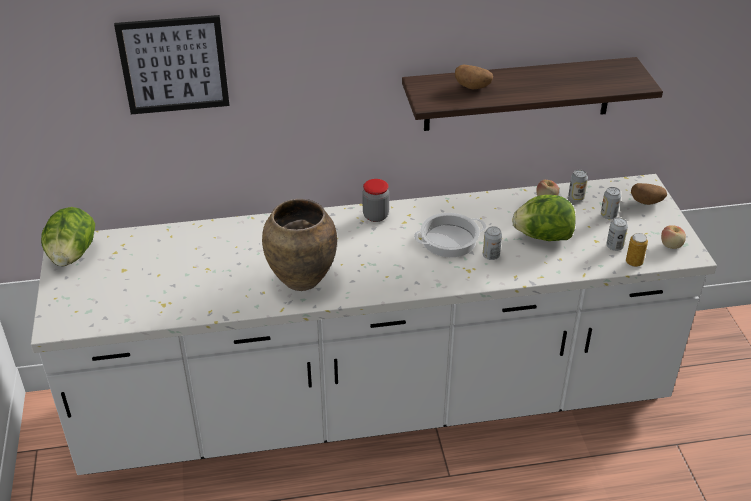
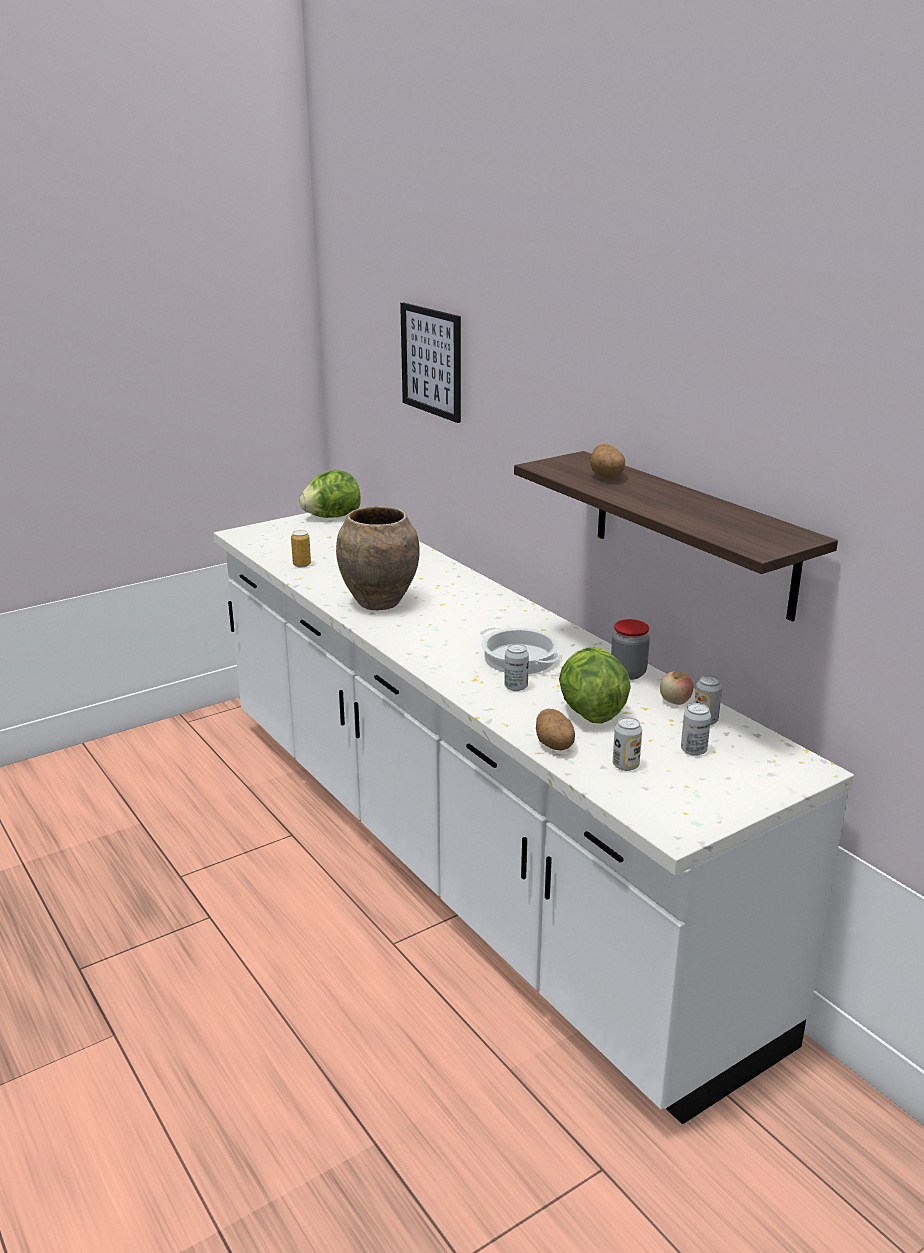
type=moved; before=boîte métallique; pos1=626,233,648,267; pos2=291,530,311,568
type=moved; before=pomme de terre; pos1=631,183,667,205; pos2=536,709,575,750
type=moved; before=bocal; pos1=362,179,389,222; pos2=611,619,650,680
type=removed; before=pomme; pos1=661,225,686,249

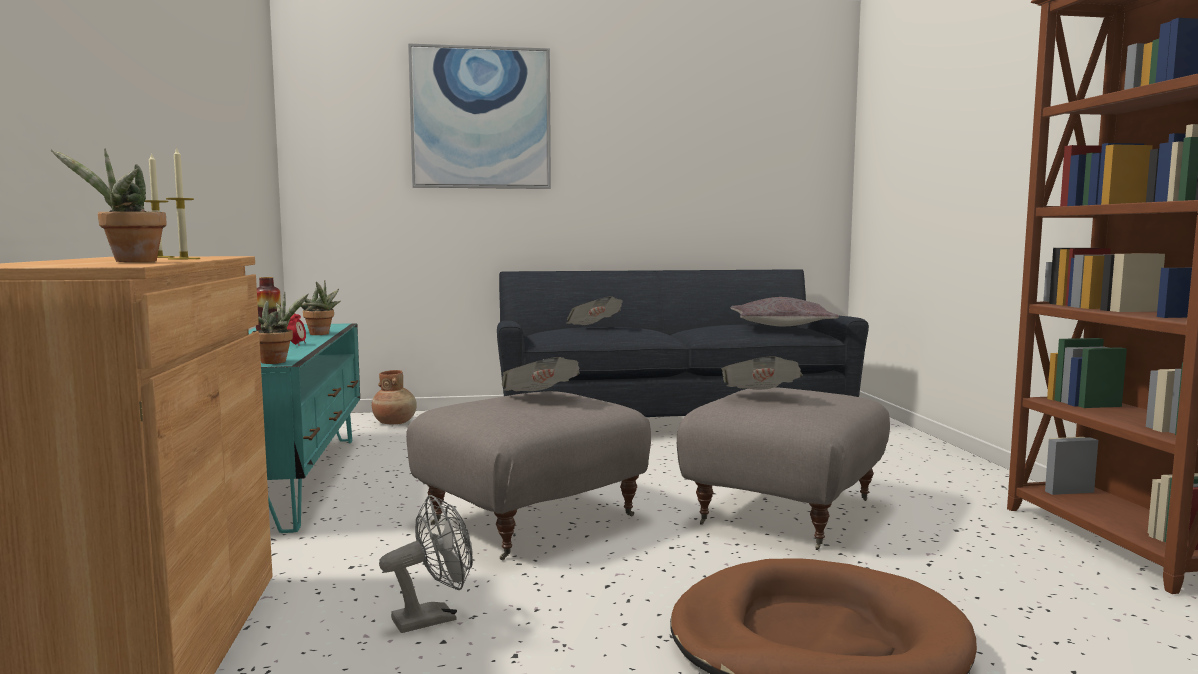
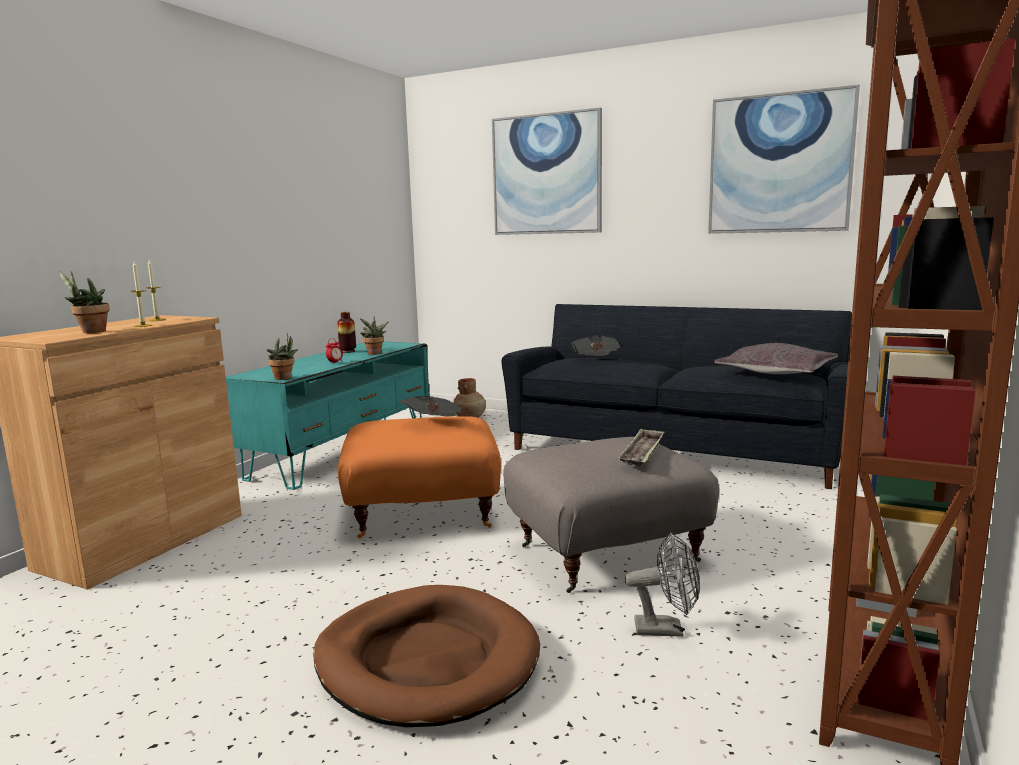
type=recoloured; before=pouf (gris); after=pouf (orange); pos1=406,391,651,560; pos2=338,416,501,538
type=added; after=plateau; pos2=618,428,664,466
type=moved; before=ventilateur (gris); pos1=379,495,473,633; pos2=625,533,700,637
type=added; after=tableau; pos2=708,85,860,234
type=removed; before=journal; pos1=721,356,802,390

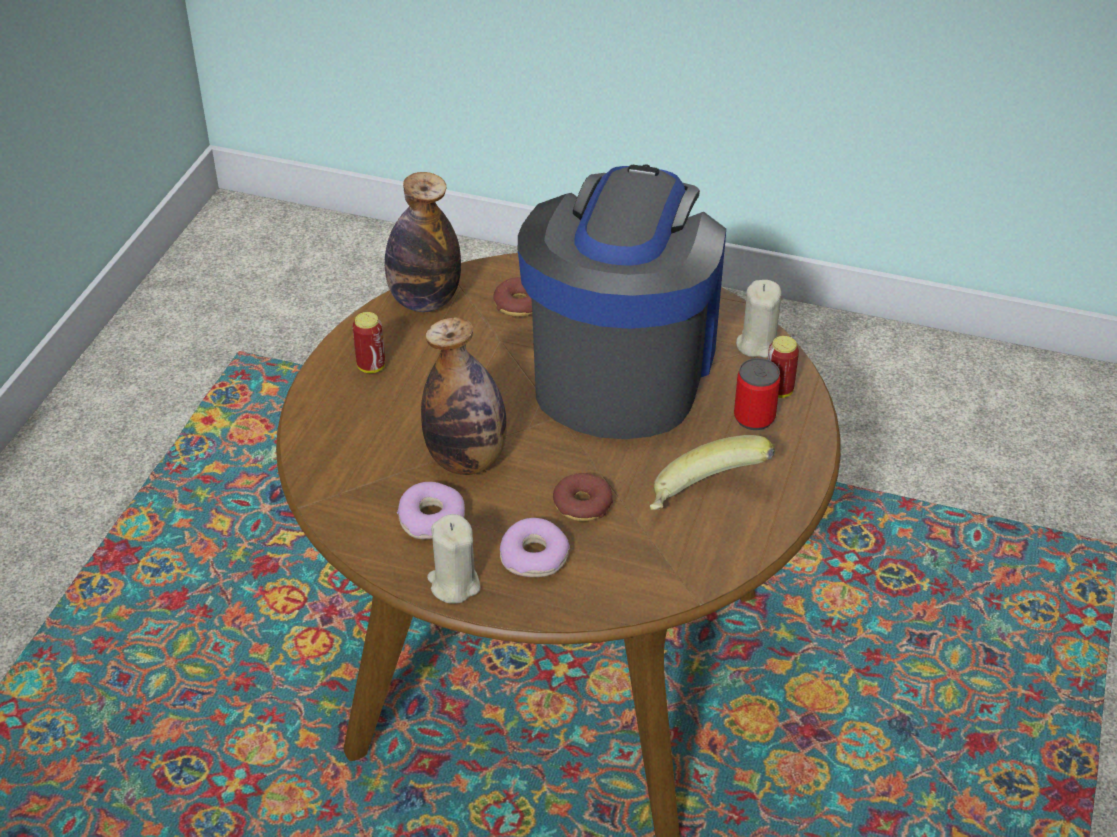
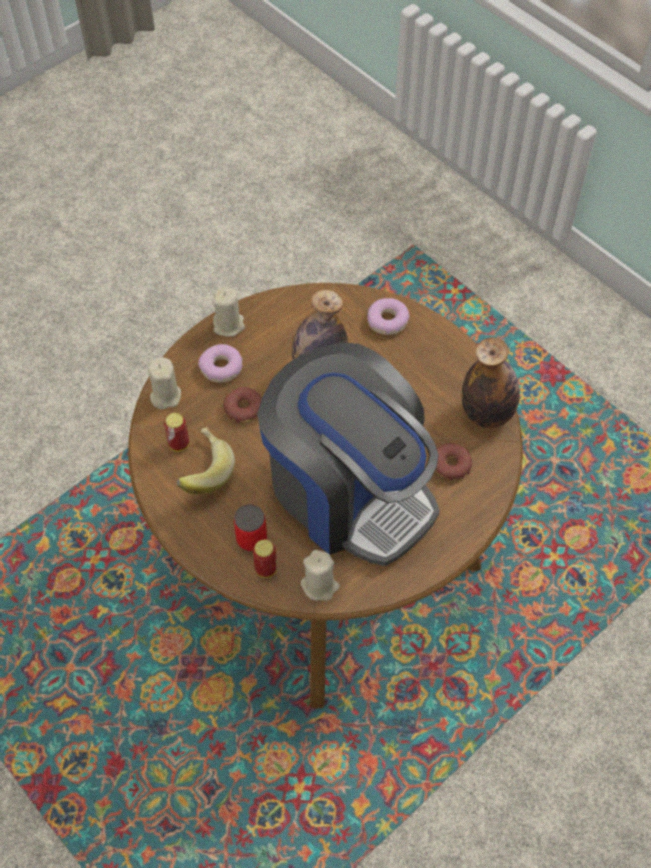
type=added; after=bougie (beige); pos2=148,357,181,409
type=moved; before=boîte métallique; pos1=352,312,385,373; pos2=164,413,189,452
type=moved; before=beignet; pos1=397,482,465,540; pos2=367,298,409,335

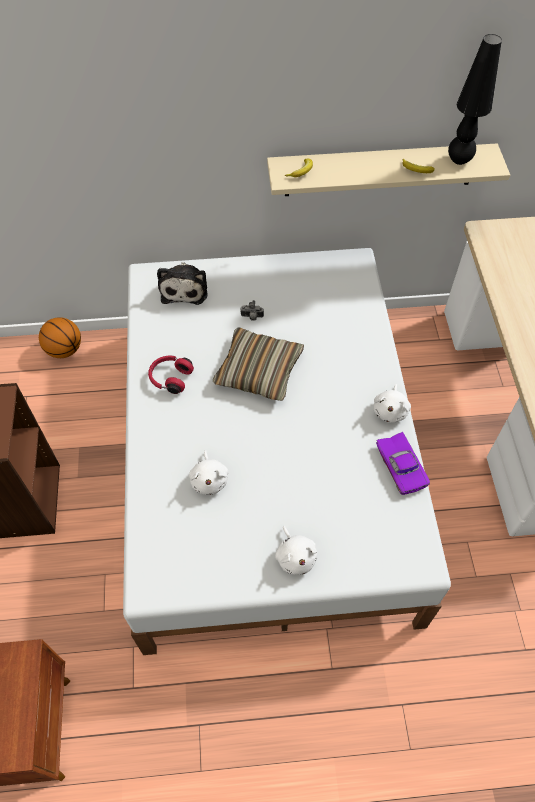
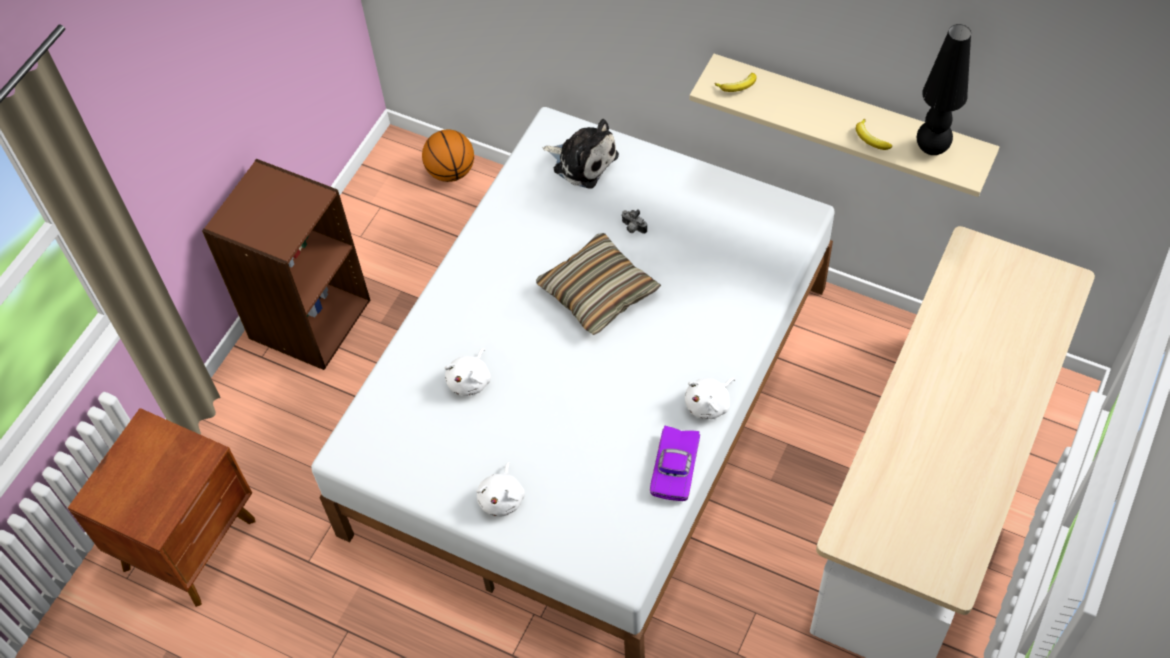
type=turned; before=peluche; pos1=157,262,208,305; pos2=543,119,619,189; turn=-90
type=removed; before=casque audio (rouge); pos1=148,356,194,394

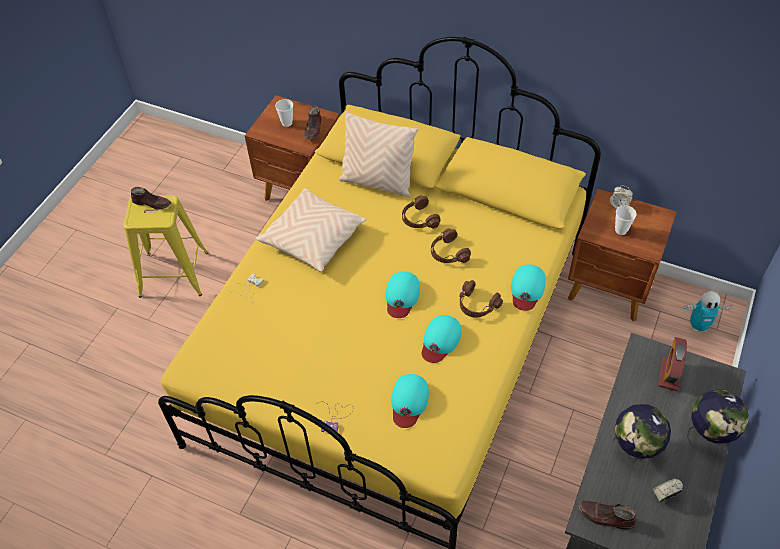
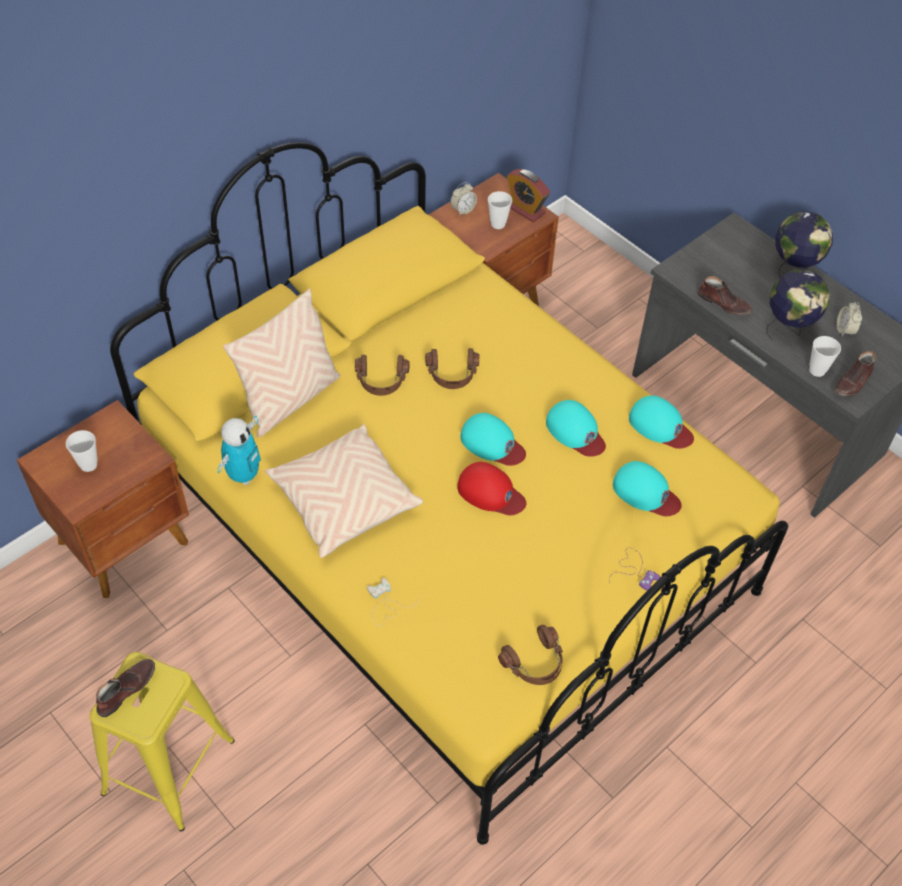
type=moved; before=robot jouet; pos1=683,291,732,331; pos2=217,416,261,485
type=added; after=casquette (rouge); pos2=457,462,526,515
type=moved; before=casque audio (marron); pos1=459,280,503,317; pos2=498,625,563,685
type=moved; before=réveil; pos1=658,337,687,391; pos2=507,169,550,223
type=moved; before=casquette (turquoise); pos1=511,265,546,311; pos2=629,396,694,449
type=moved; before=chaussure (marron); pos1=304,106,322,139; pos2=697,276,753,316
type=added; after=tasse; pos2=809,336,841,377

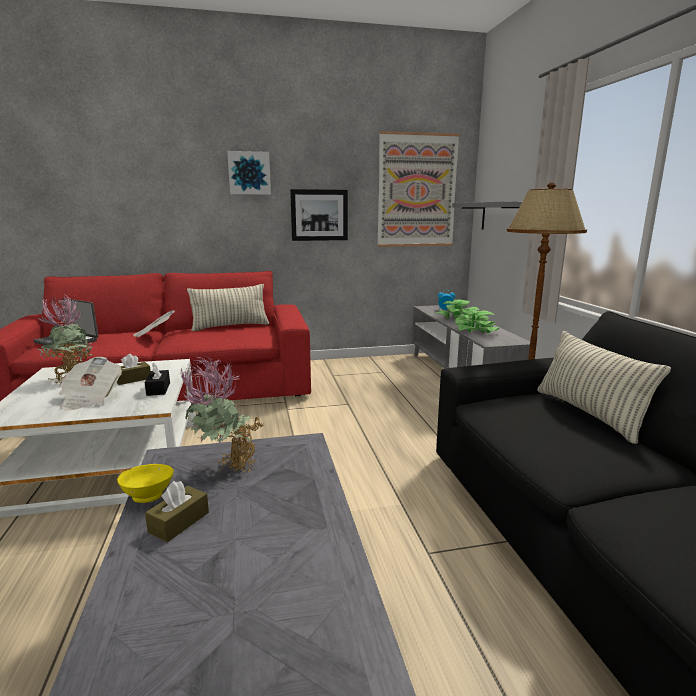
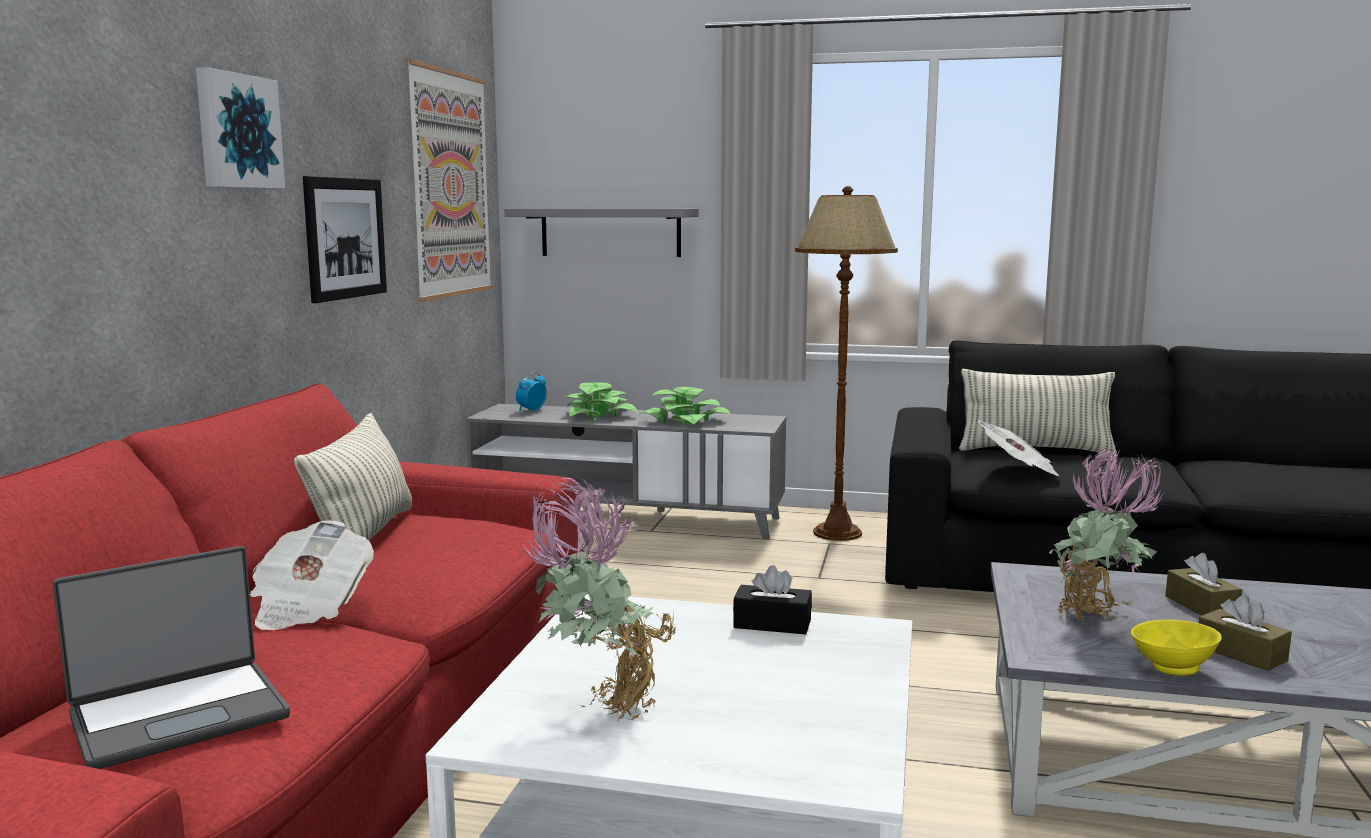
type=moved; before=journal; pos1=59,357,122,410; pos2=978,420,1059,476
type=moved; before=boîte à mouchoirs (marron); pos1=116,354,151,385; pos2=1165,553,1242,616

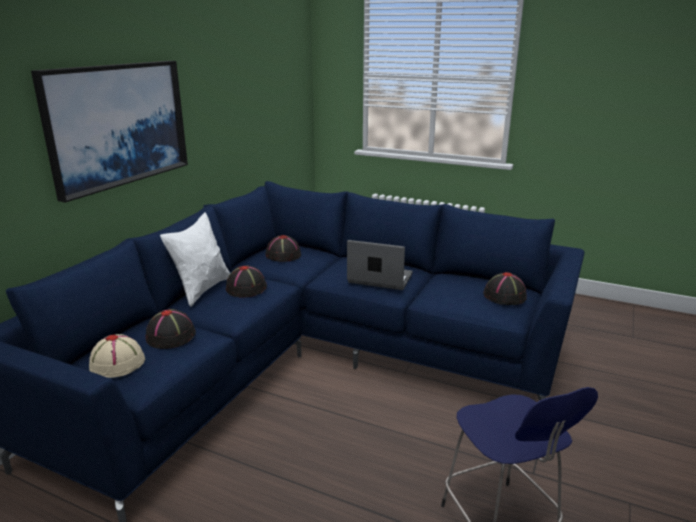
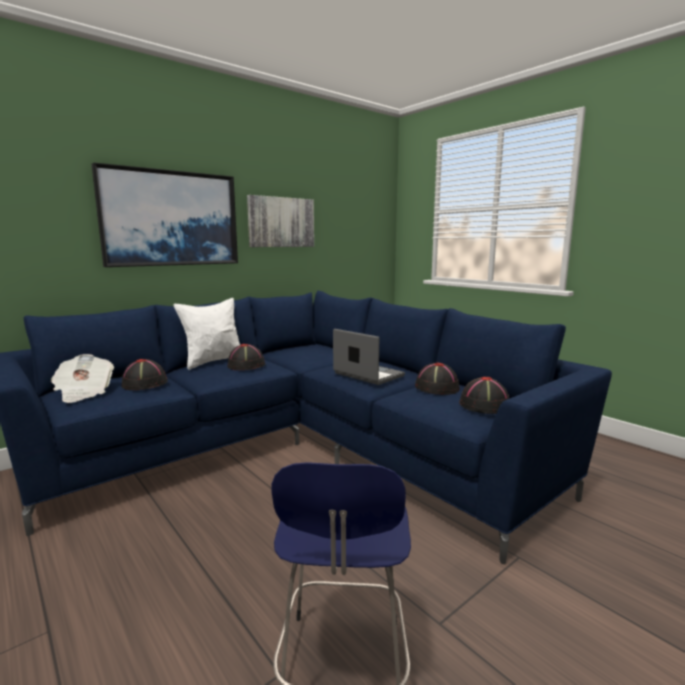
type=replaced; before=chapeau (beige); after=journal; pos1=89,334,145,378; pos2=51,354,114,403
type=added; after=tableau; pos2=247,195,314,247
type=moved; before=chapeau (noir); pos1=265,235,301,262; pos2=415,363,460,395

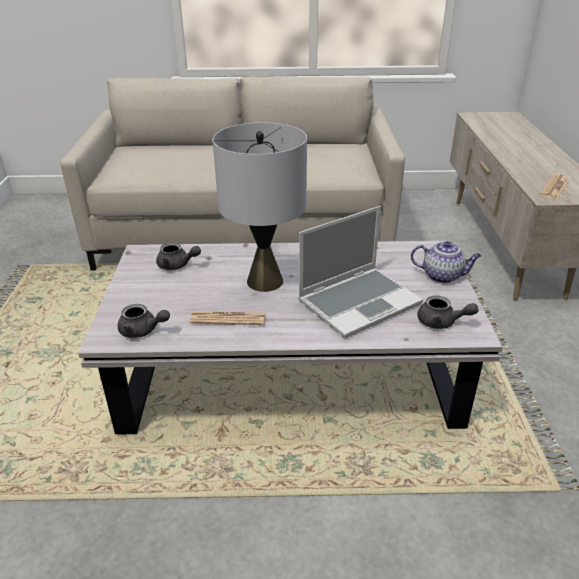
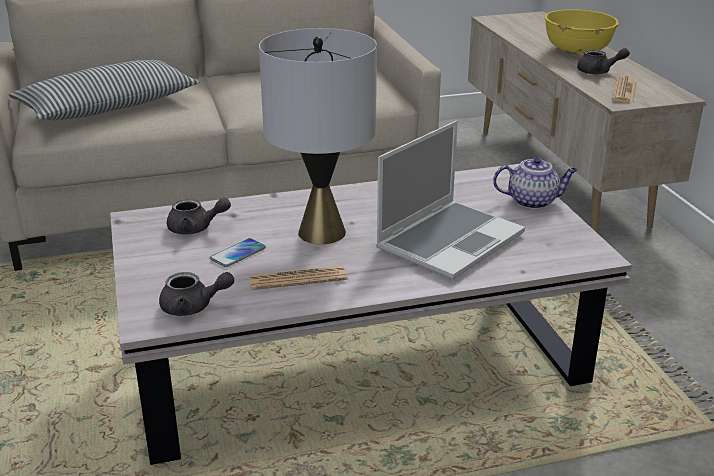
type=added; after=coussin; pos2=9,59,199,120
type=added; after=téléphone; pos2=210,238,266,267
type=added; after=bol (jaune); pos2=545,9,619,55
type=moved; before=théière (gris); pos1=418,295,479,329; pos2=577,48,630,74

